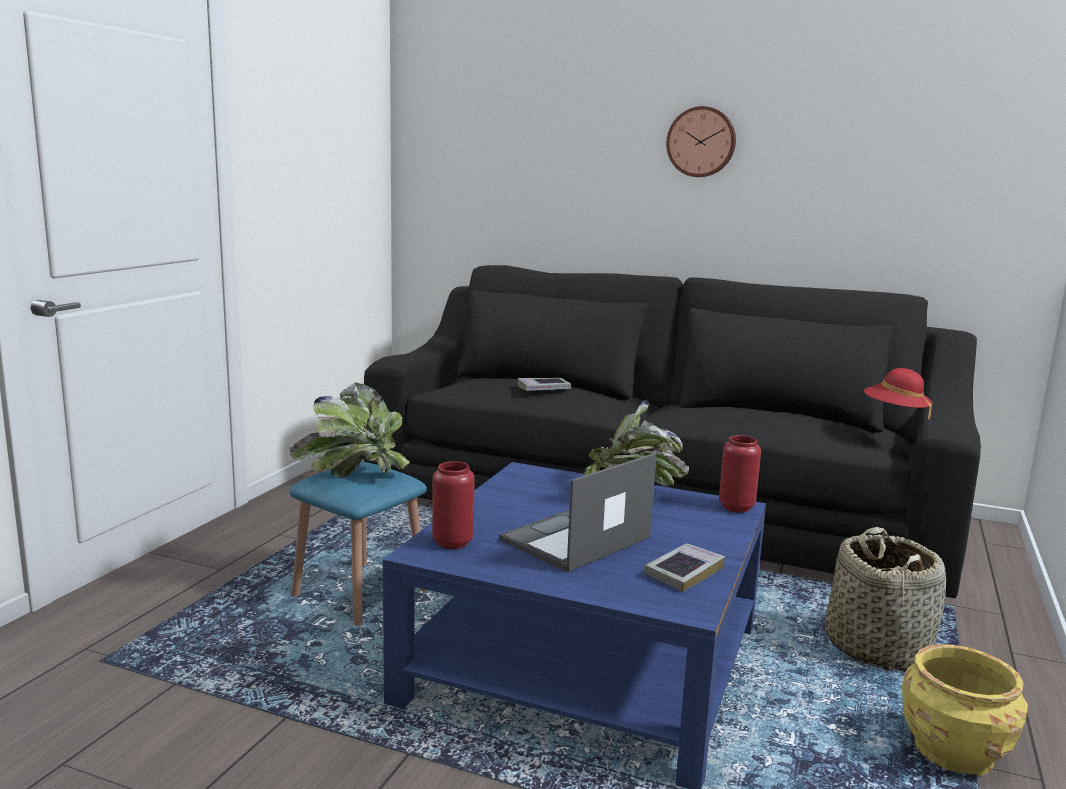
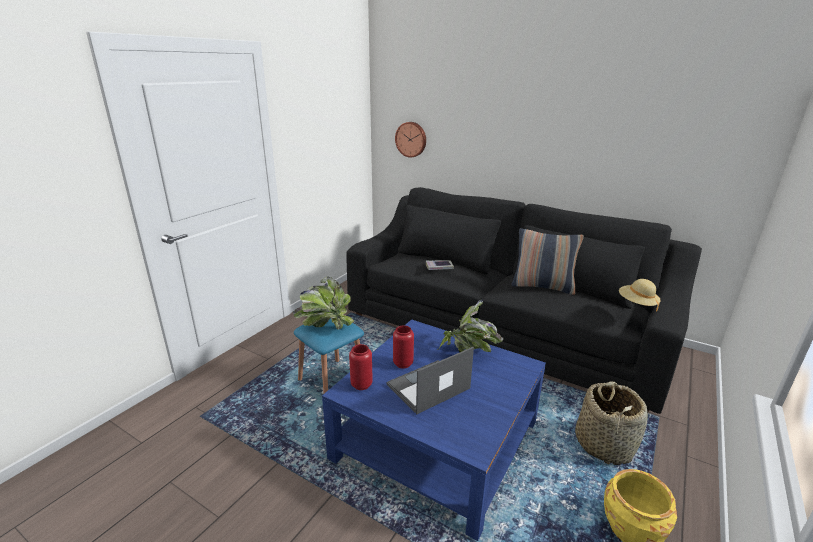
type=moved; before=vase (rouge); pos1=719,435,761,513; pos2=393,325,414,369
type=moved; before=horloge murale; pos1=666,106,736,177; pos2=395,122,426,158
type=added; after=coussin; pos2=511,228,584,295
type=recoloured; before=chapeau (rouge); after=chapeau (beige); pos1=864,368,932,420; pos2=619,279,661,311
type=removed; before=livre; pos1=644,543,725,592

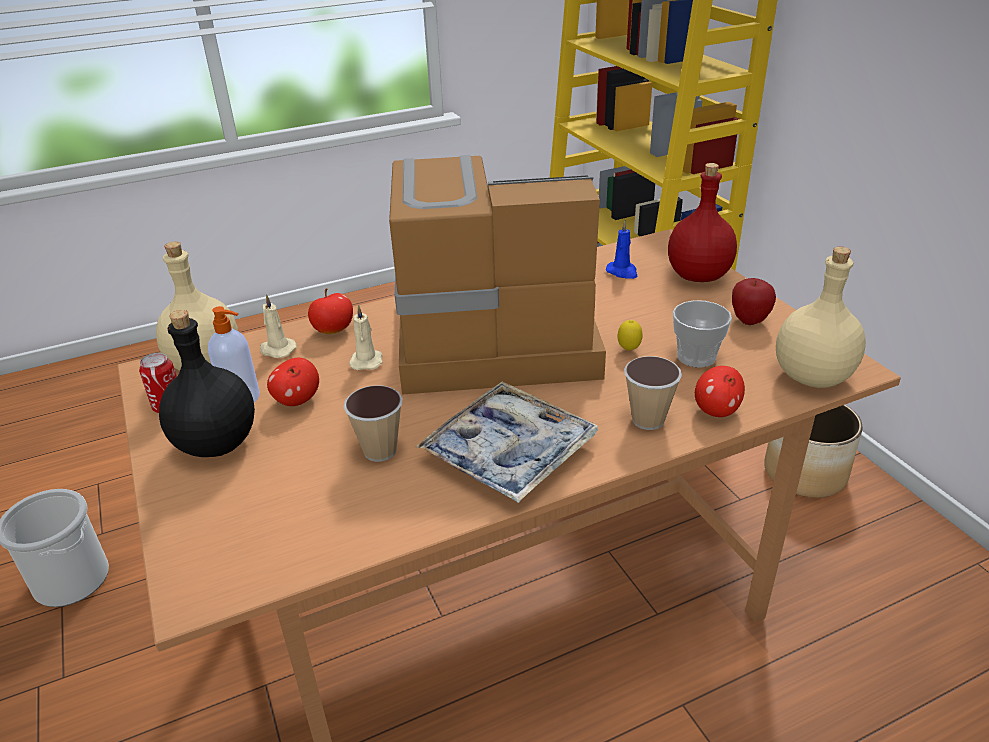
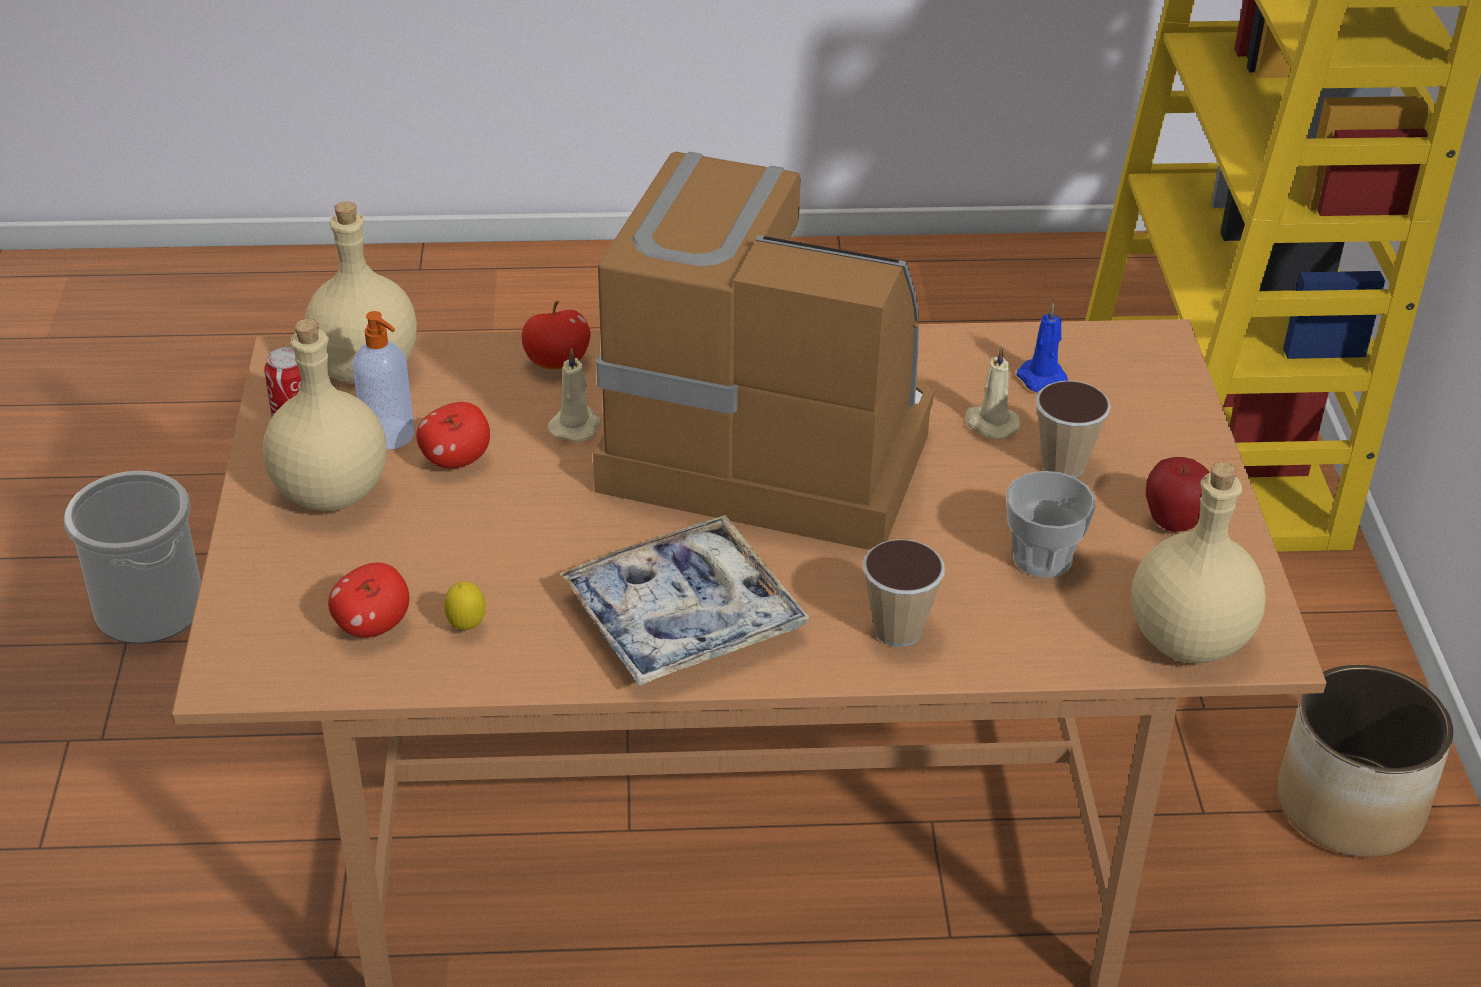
type=recoloured; before=bouteille (noir); after=bouteille (beige); pos1=159,310,255,457; pos2=263,319,387,511
type=moved; before=pomme; pos1=695,366,745,417; pos2=328,563,409,638
type=moved; before=citron; pos1=617,320,643,351; pos2=444,582,486,630
type=moved; before=bougie (beige); pos1=260,294,297,358; pos2=965,345,1020,439
type=moved; before=tasse; pos1=344,385,403,462; pos2=1035,381,1111,478
type=removed; before=bouteille (rouge); pos1=668,163,737,282

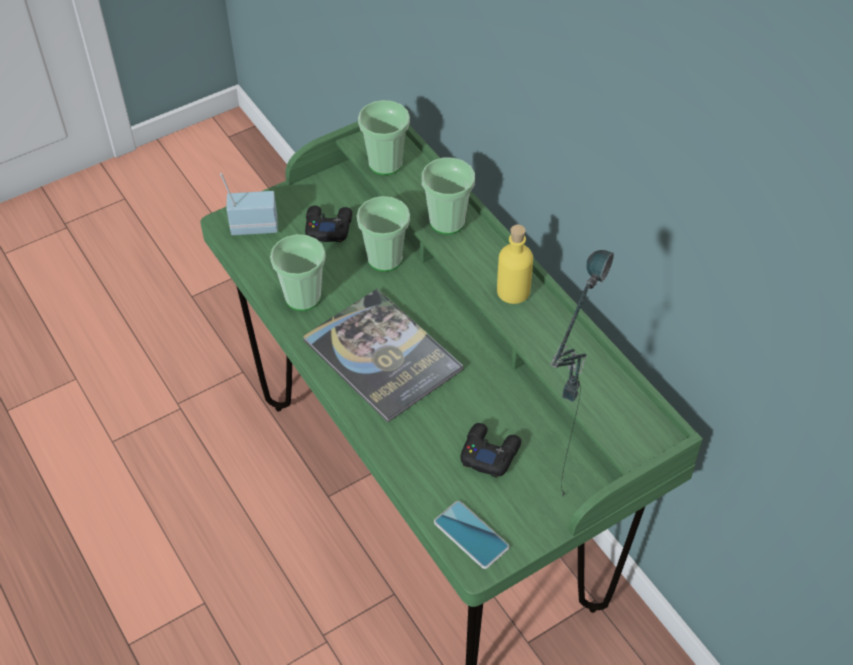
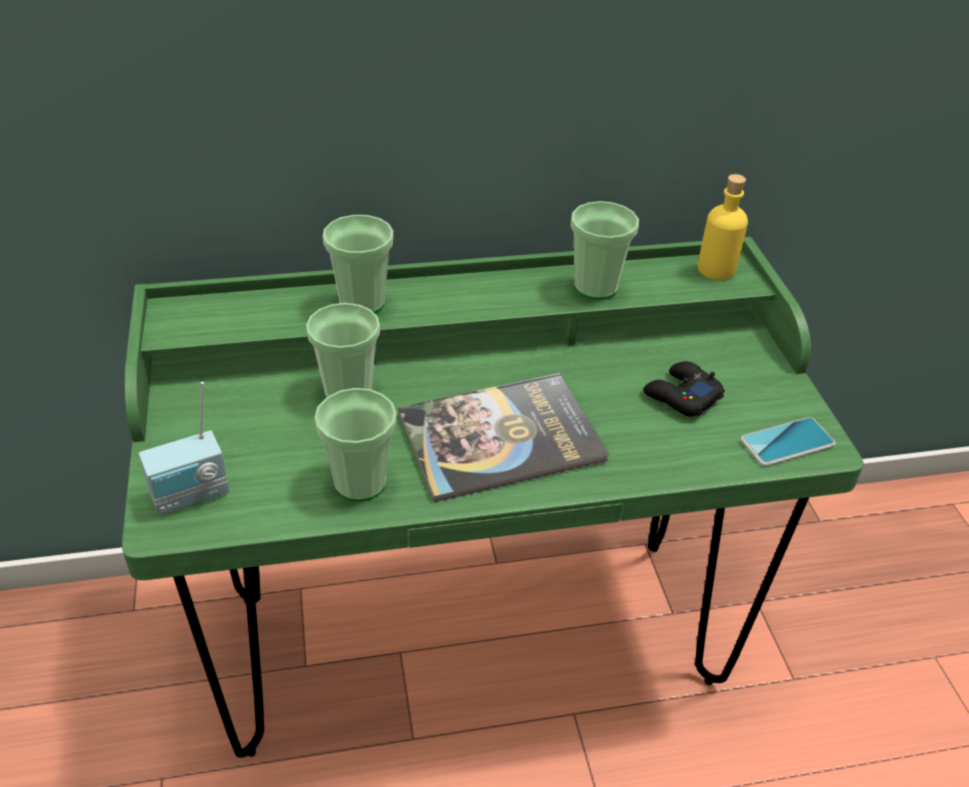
type=turned; before=radio; pos1=220,173,278,235; pos2=139,382,229,515; turn=-135
type=moved; before=tasse; pos1=358,100,410,175; pos2=571,201,639,300
type=moved; before=bouteille (jaune); pos1=497,225,533,304; pos2=698,174,748,280
type=removed; before=manette (noir); pos1=305,206,352,242
type=removed; before=lampe de table; pos1=550,250,614,498

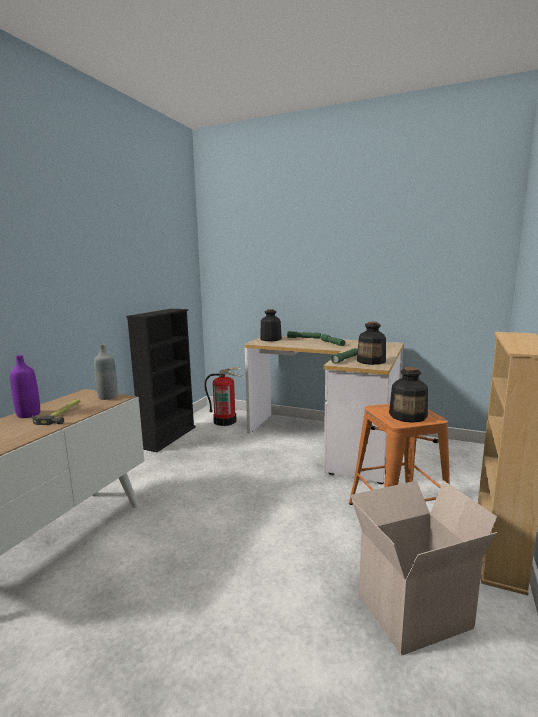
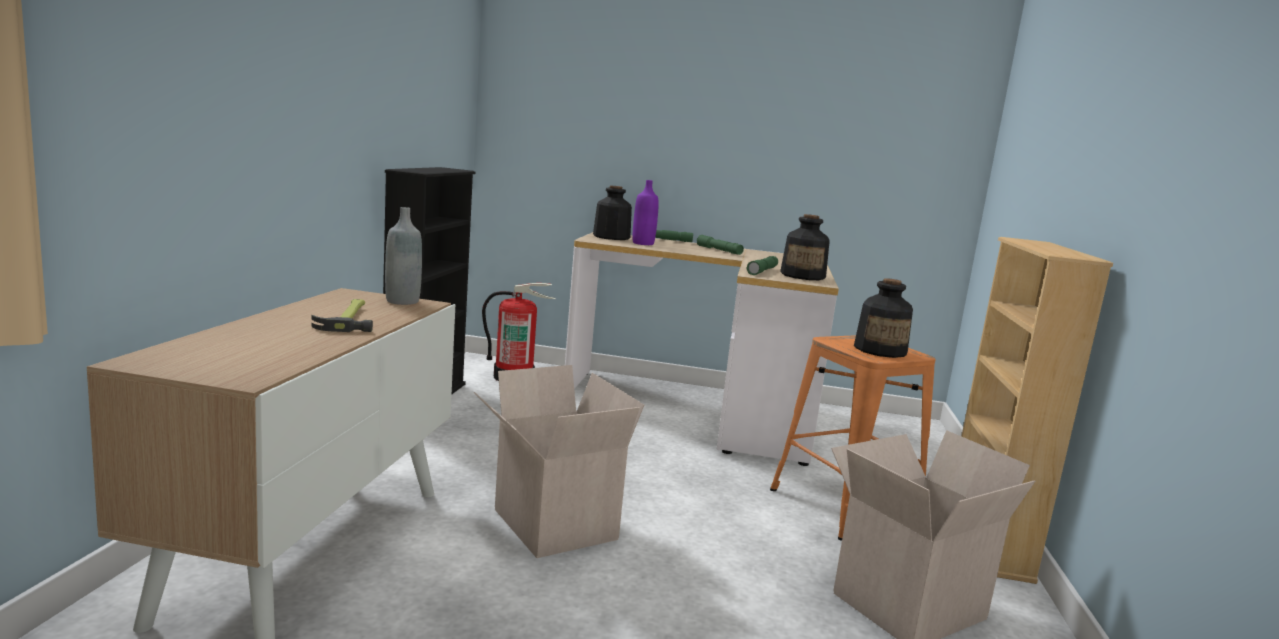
type=added; after=carton; pos2=474,365,644,558
type=moved; before=bouteille (violet); pos1=10,355,40,418; pos2=632,180,659,245

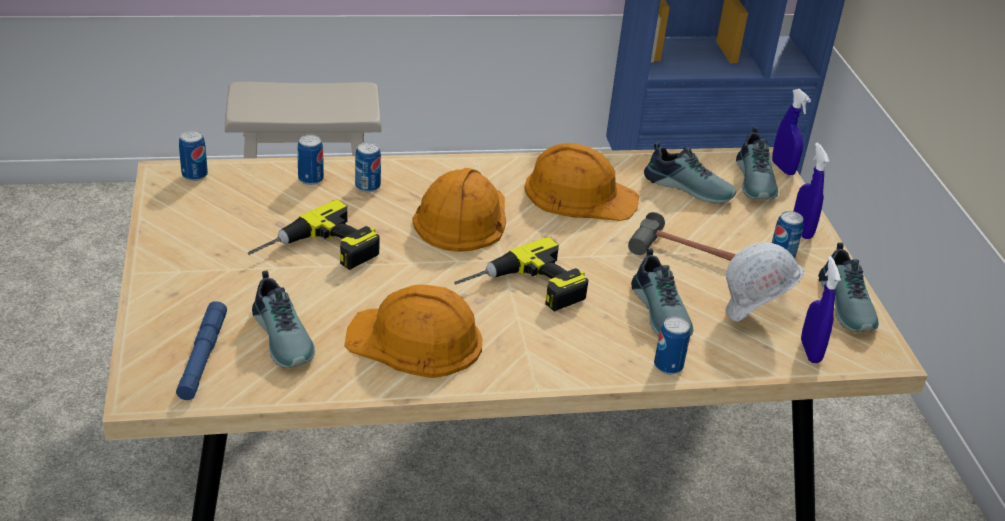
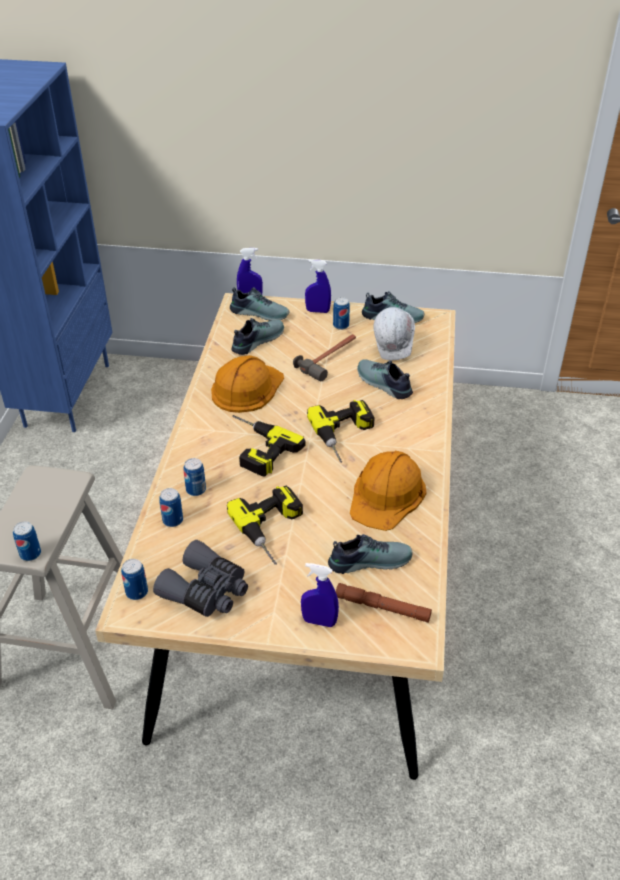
type=moved; before=boîte métallique; pos1=654,317,690,374; pos2=13,521,41,561
type=added; after=jumelles (gris); pos2=153,540,248,617
type=replaced; before=casque de chantier (orange); after=perceuse; pos1=412,168,506,252; pos2=233,415,306,477
type=moved; before=vaporisateur (bleu); pos1=801,256,841,363; pos2=301,563,339,627
type=recoloured; before=lampe de poche (bleu); after=lampe de poche (marron); pos1=176,301,227,400; pos2=336,583,432,623
type=turned; before=chaussure; pos1=631,248,693,336; pos2=357,359,413,399; turn=-135

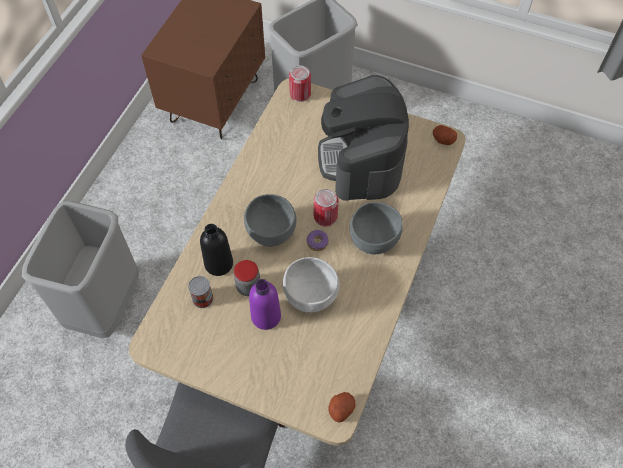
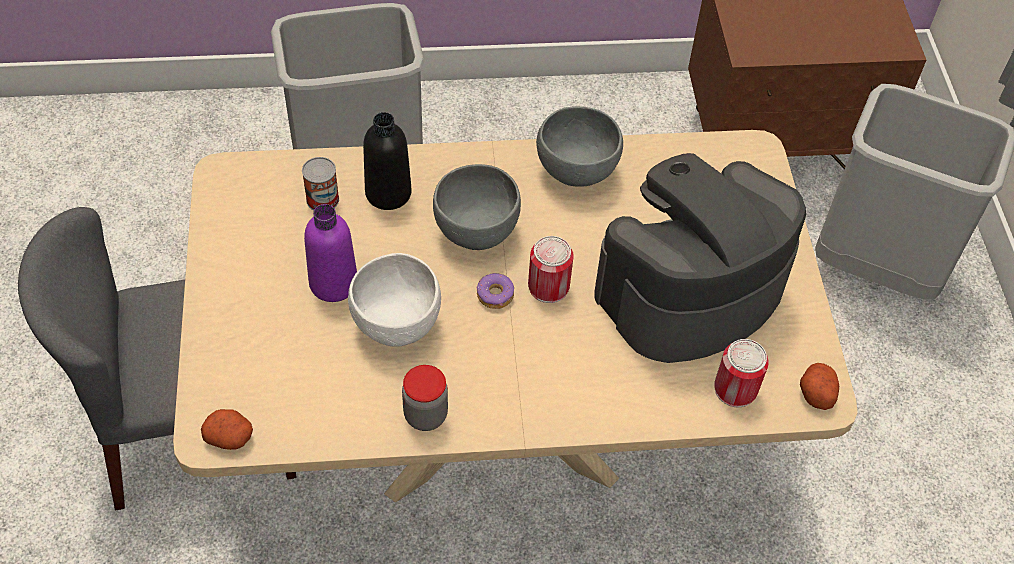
type=moved; before=bocal; pos1=234,260,260,296; pos2=402,365,448,431
type=moved; before=bol (gris); pos1=350,202,403,254; pos2=536,106,623,187
type=moved; before=boîte métallique; pos1=289,66,311,102; pos2=714,339,769,408

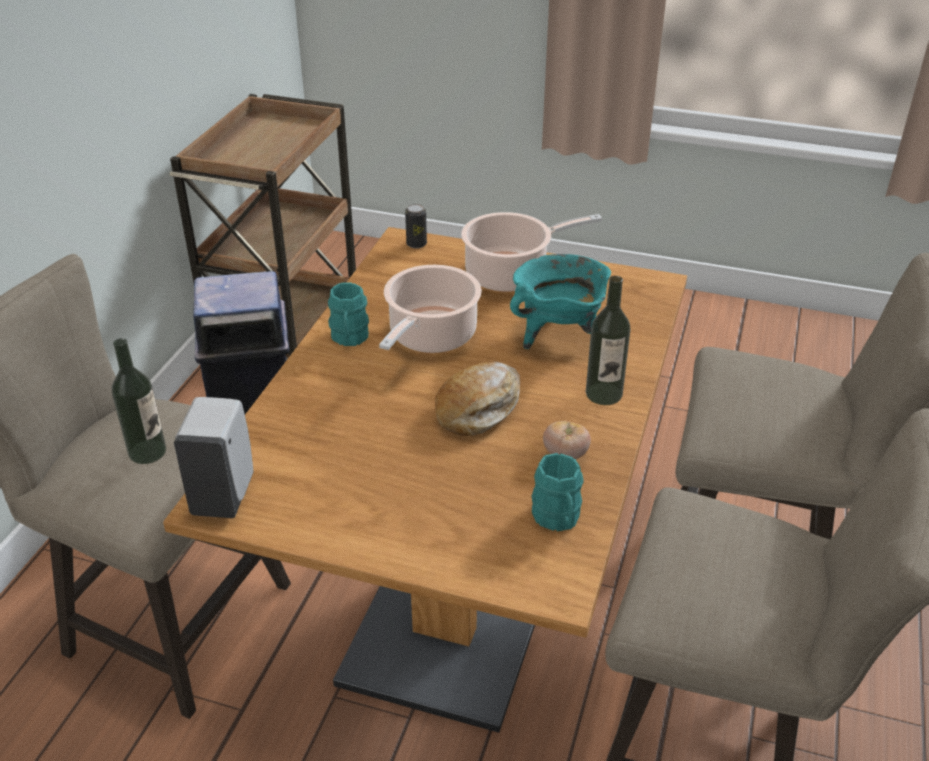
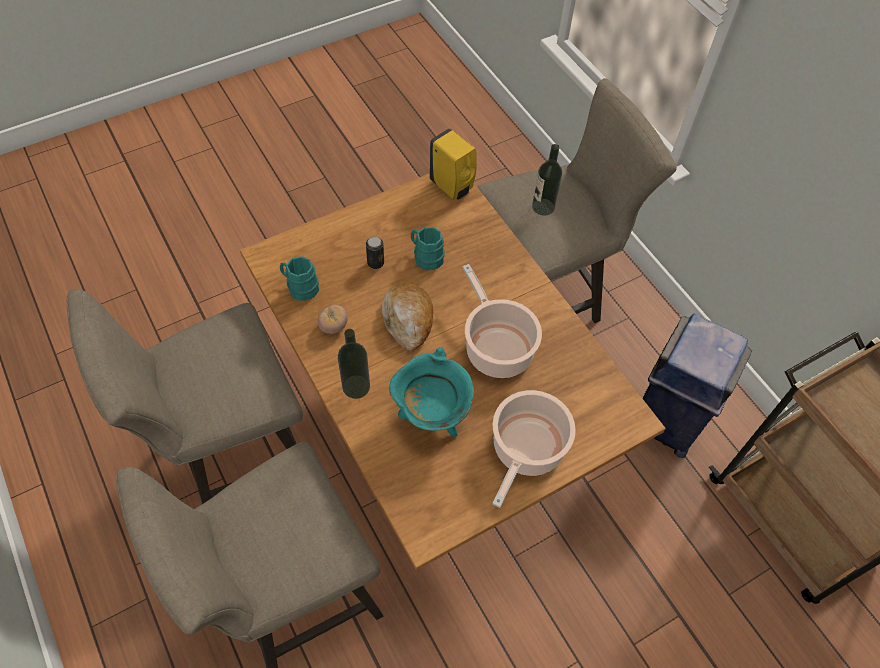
type=moved; before=boîte métallique; pos1=405,204,427,249; pos2=366,237,384,269
type=moved; before=mug (turquoise); pos1=328,283,369,346; pos2=411,227,445,271
type=recoloured; before=distributeur de savon (blanc); after=distributeur de savon (jaune); pos1=174,397,253,518; pos2=429,128,477,200

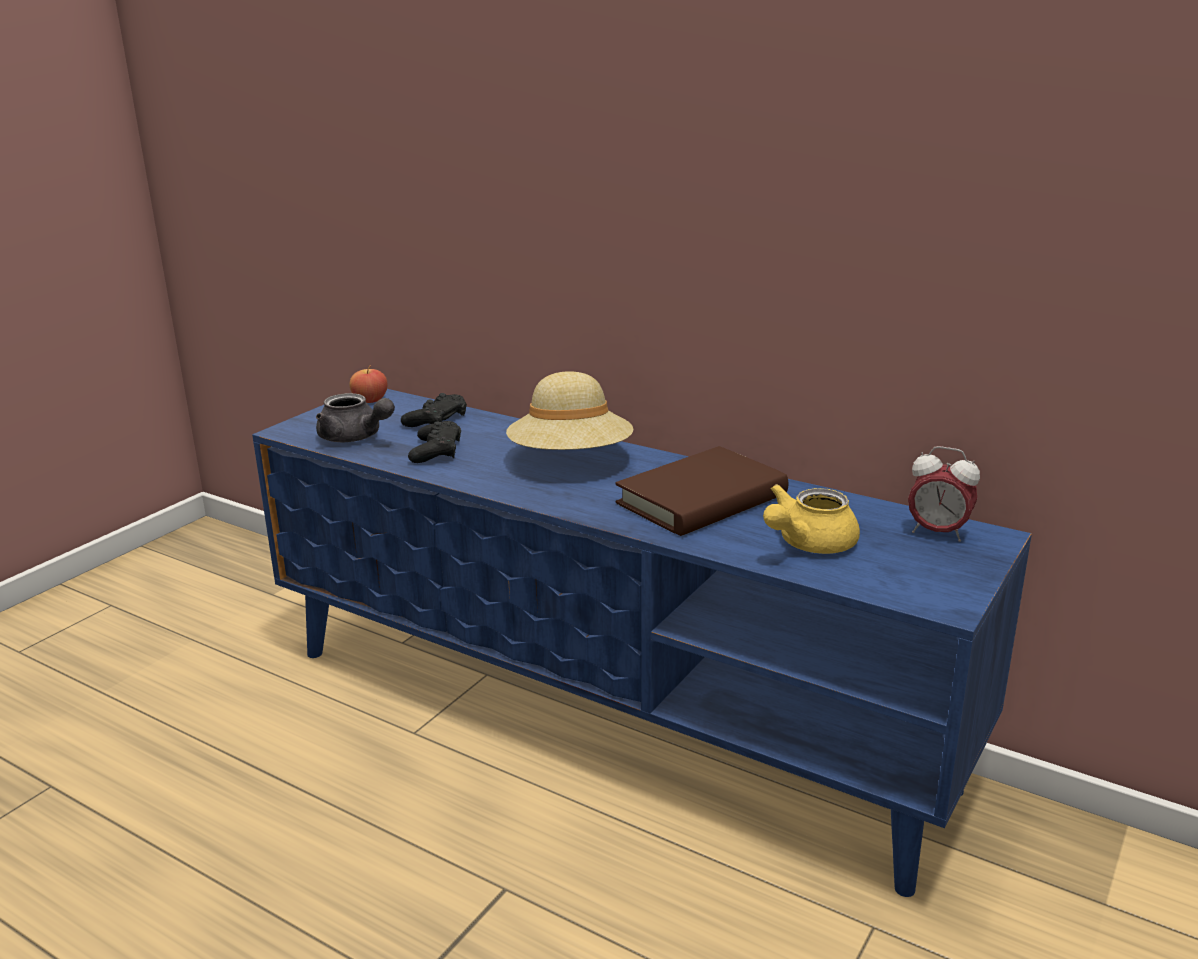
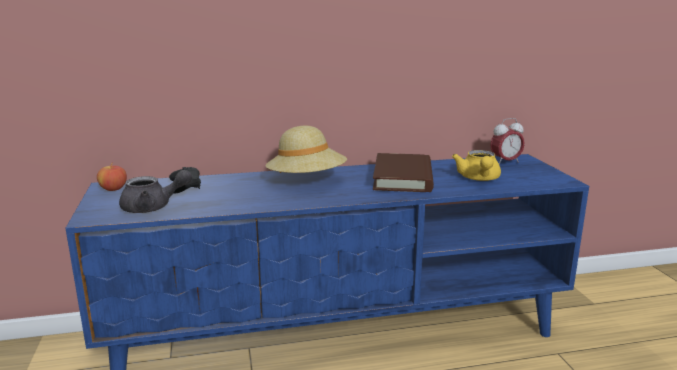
type=removed; before=manette (noir); pos1=408,421,461,463

